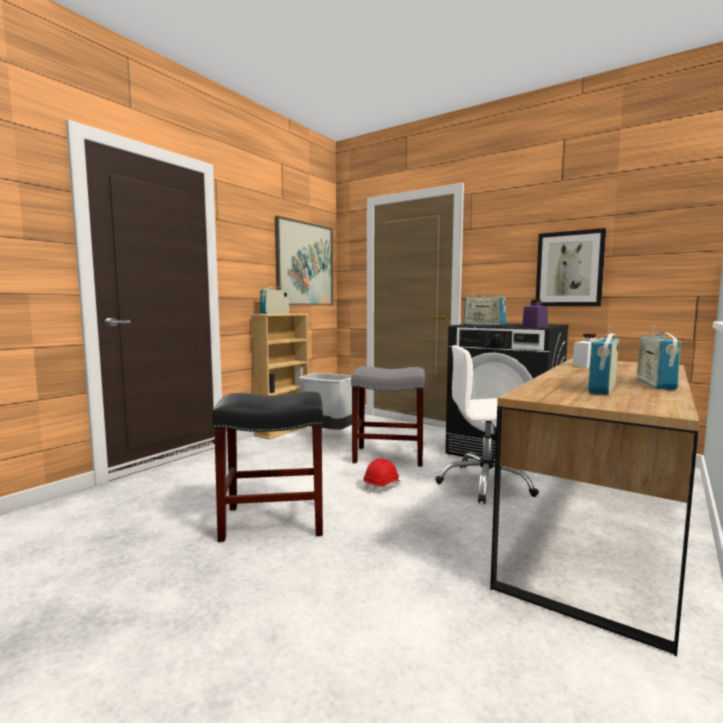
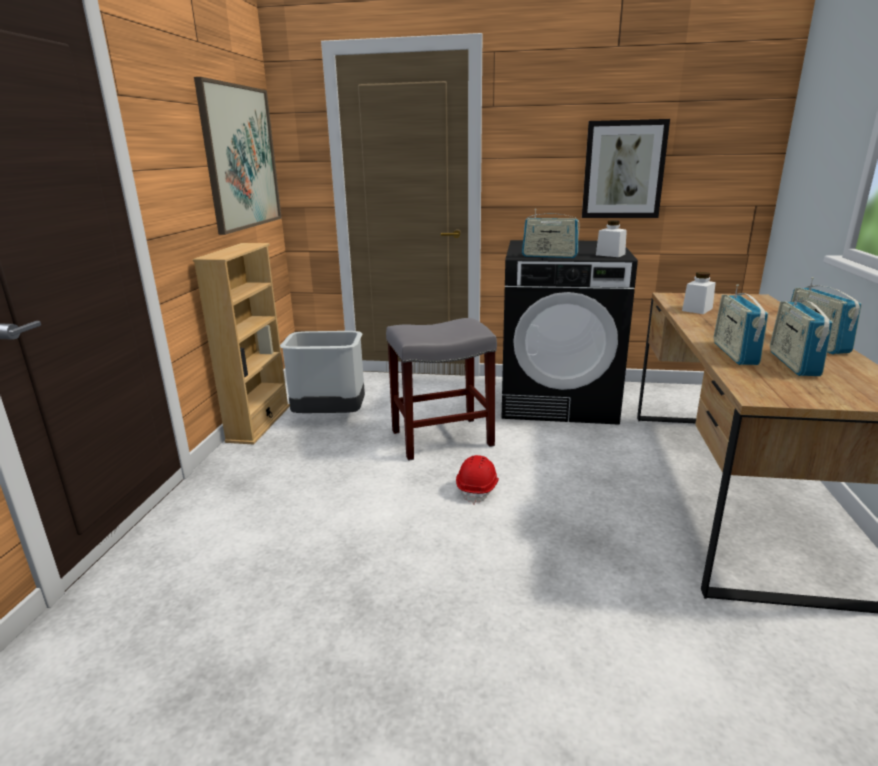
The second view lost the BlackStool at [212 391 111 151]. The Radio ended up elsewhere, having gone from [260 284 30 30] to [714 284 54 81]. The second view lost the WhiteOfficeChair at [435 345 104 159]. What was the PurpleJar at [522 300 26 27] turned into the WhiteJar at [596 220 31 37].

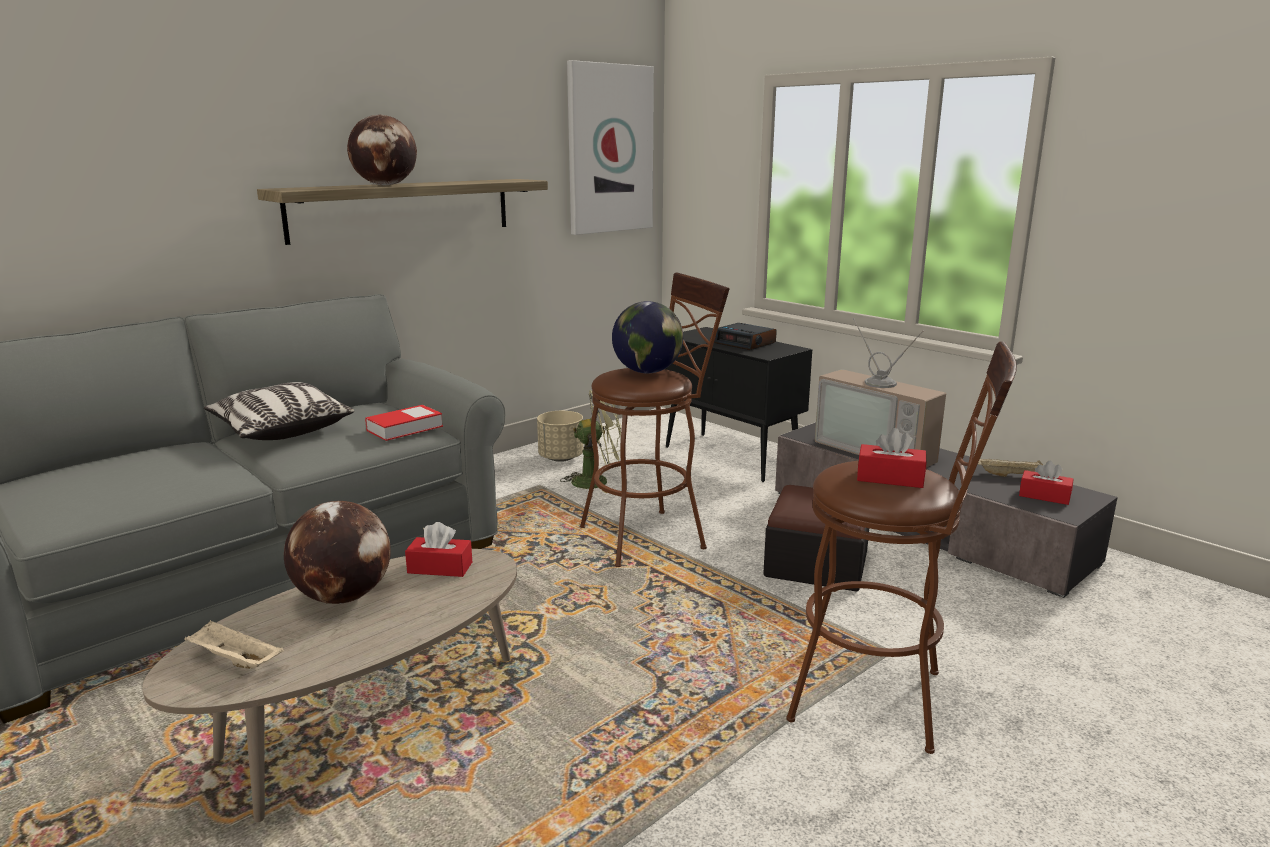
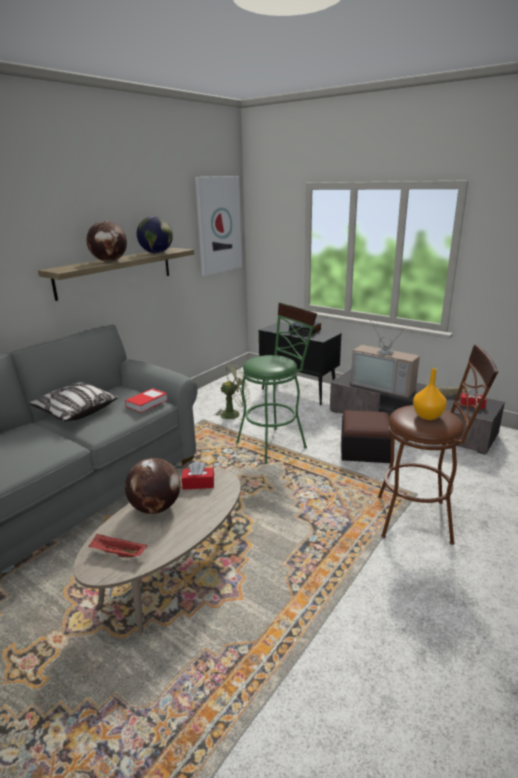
What was the BeigeTray at [185 620 99 49] turned into the RedTray at [88 534 59 24]. The second view lost the BeigePlanter at [537 411 46 51]. What was the BrownStool at [580 272 150 295] turned into the GreenStool at [236 302 81 162]. The Globe ended up elsewhere, having gone from [612 301 71 73] to [137 216 36 37]. Where the RedTissueBox stood at [857 428 69 60], the OrangeVase came to stand at [413 368 34 52].

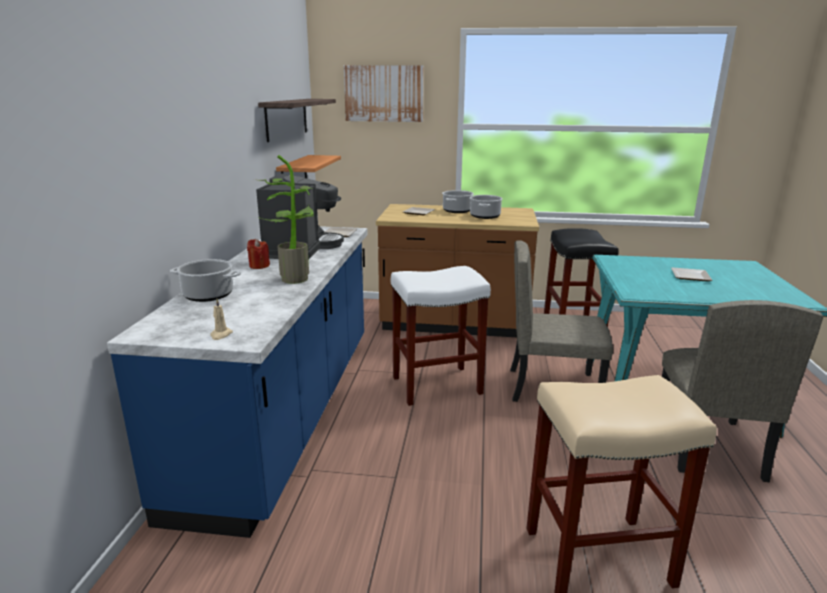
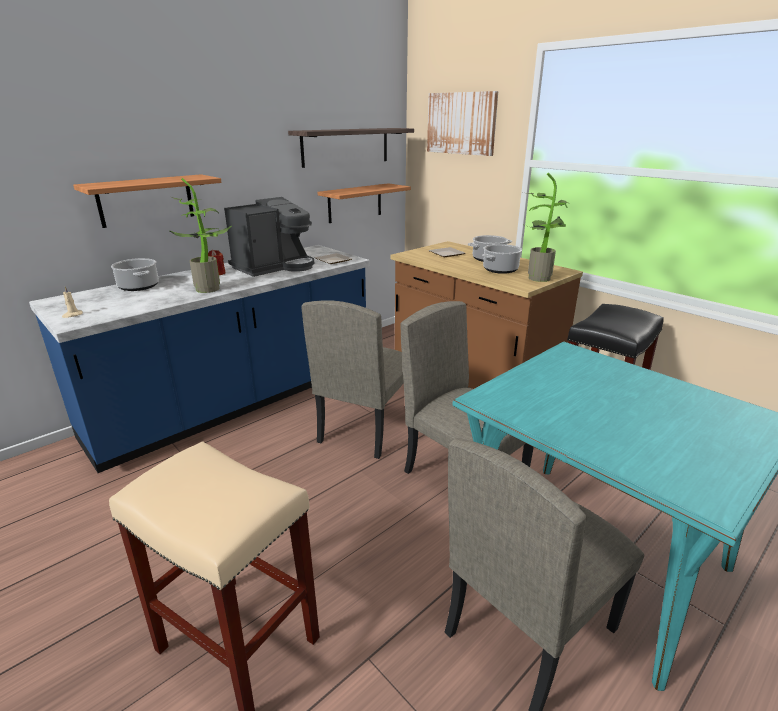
Where the WhiteStool stood at [391 266 100 140], the BeigeChair came to stand at [301 300 103 159]. The second view lost the Plate at [671 267 41 14]. The second view gained the Shelf at [73 174 149 54]. The second view gained the PottedPlant at [525 173 43 109].

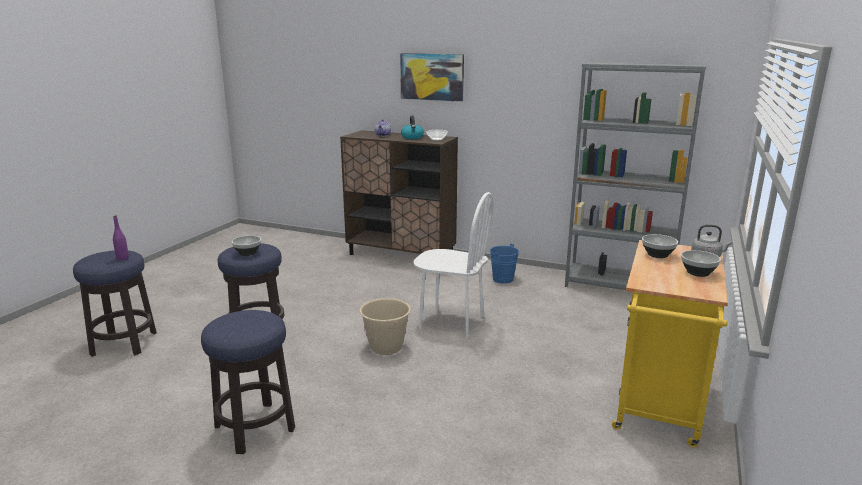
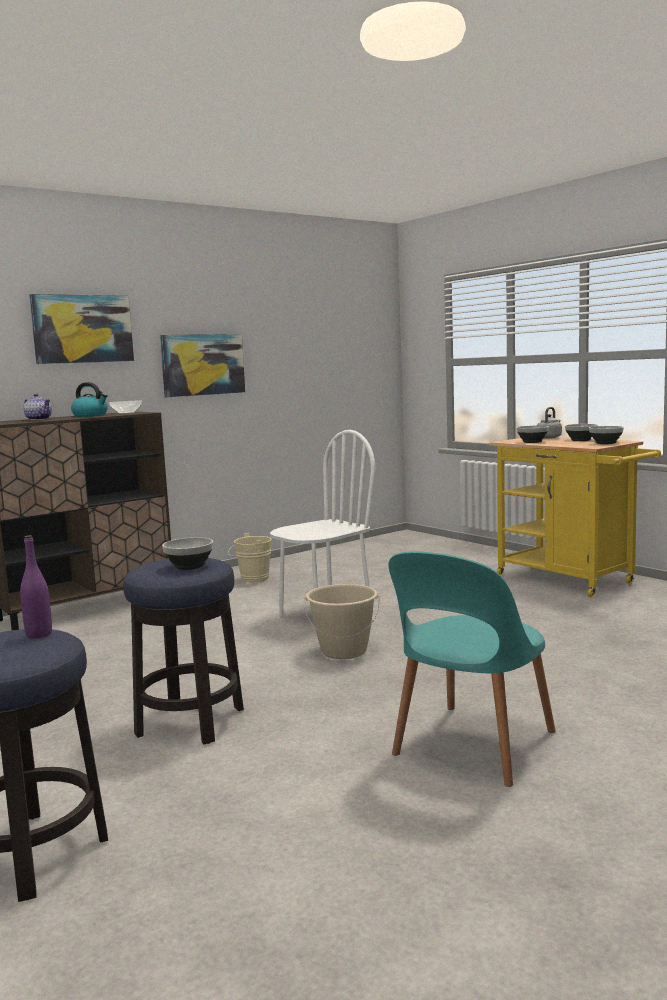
Where the Stool stood at [201 310 94 144], the TurquoiseChair came to stand at [389 552 167 235]. What was the BlueBucket at [486 243 33 41] turned into the BeigeBucket at [228 533 44 51]. The second view lost the GreyBookcase at [565 61 141 229]. The second view gained the Picture at [160 334 85 63]. The second view gained the Bowl at [589 426 35 18].

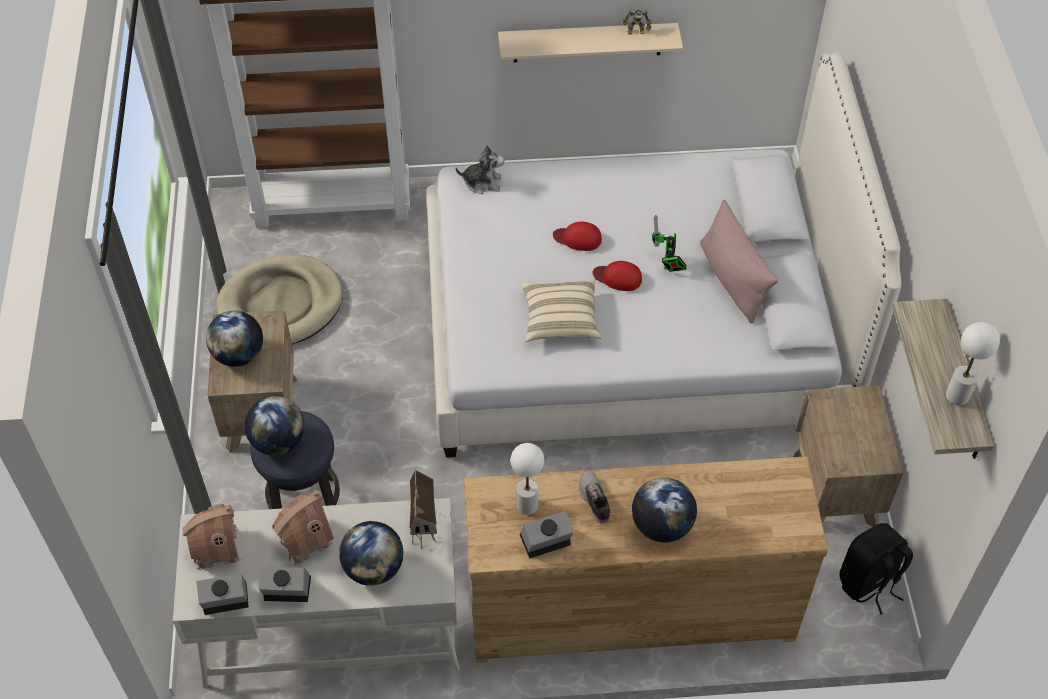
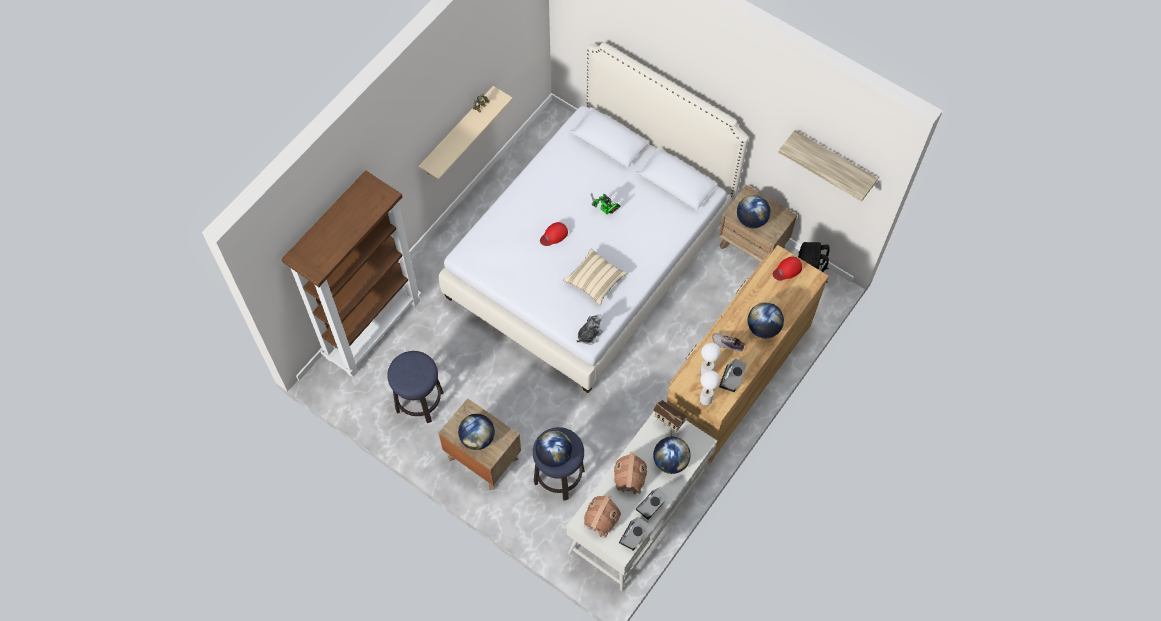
Where the BeigeDogBed stood at [217 254 126 91], the Stool came to stand at [387 351 57 72]. The PlushToy ended up elsewhere, having gone from [456 145 48 49] to [577 314 26 31]. The RedCap ended up elsewhere, having gone from [593 261 49 30] to [773 256 29 25]. The second view lost the PinkPillow at [700 200 78 123]. The WhiteTableLamp ended up elsewhere, having gone from [946 322 54 84] to [700 370 20 36]. The second view gained the Globe at [737 195 33 33].

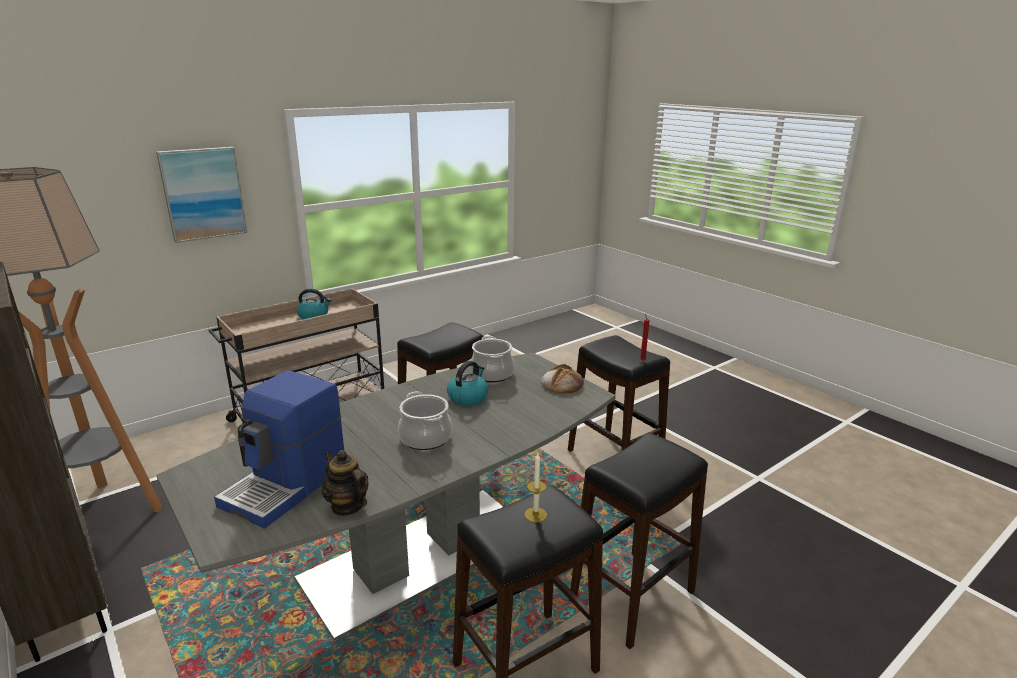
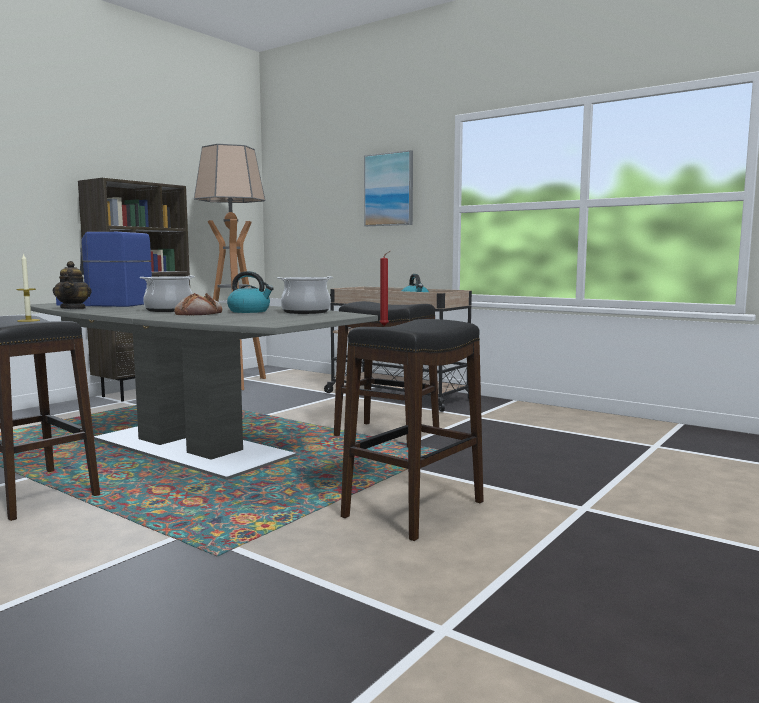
The Teapot at [322 450 47 66] ended up facing another way, 135 degrees clockwise from before. The Bread ended up elsewhere, having gone from [541 364 43 30] to [174 293 48 22]. The second view lost the BlackStool at [569 433 139 216].

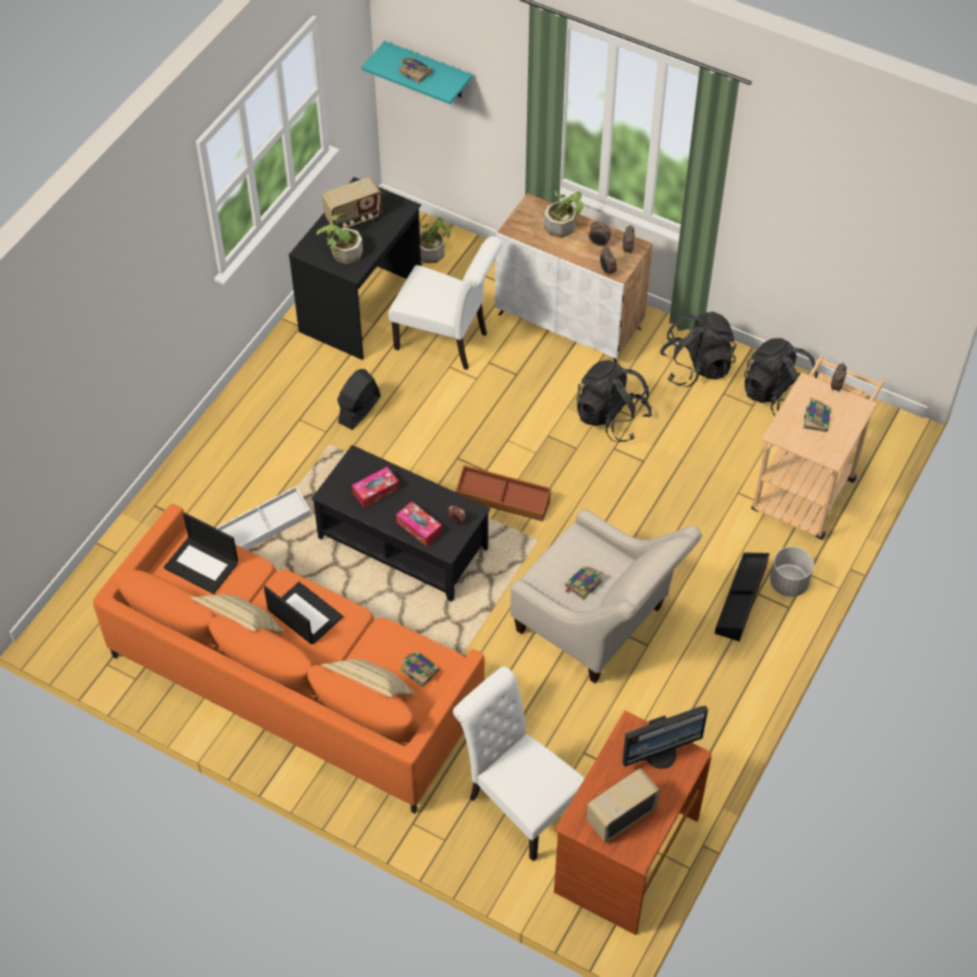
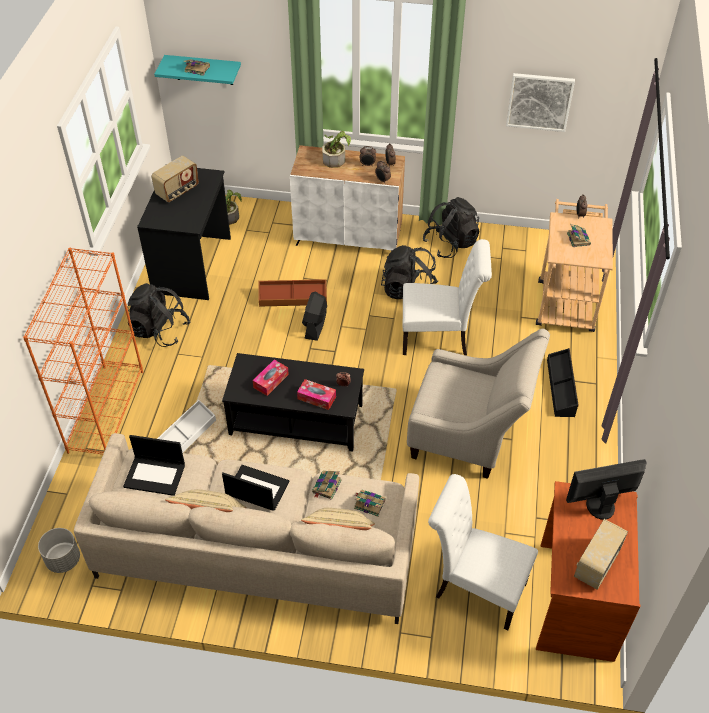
What was the OrangeSofa at [93 504 392 310] turned into the BeigeSofa at [74 433 345 191]. The second view lost the PottedPlant at [316 214 47 50]. The BlackFan ended up elsewhere, having gone from [337 369 44 61] to [302 292 25 49]. The WhiteChair ended up elsewhere, having gone from [388 236 115 134] to [403 239 89 116]. The BrownStorageBox ended up elsewhere, having gone from [456 465 95 56] to [259 279 68 28]. The Book ended up elsewhere, having gone from [565 566 37 34] to [312 471 30 29]. The Monitor at [623 706 85 63] ended up facing another way, 150 degrees counterclockwise from before. The BlackBackpack ended up elsewhere, having gone from [744 338 74 78] to [127 283 63 64]. The GreyPlanter ended up elsewhere, having gone from [770 547 44 50] to [38 528 42 45]. The second view gained the OrangeBookcase at [23 248 120 206]. The second view gained the Picture at [506 73 69 59].

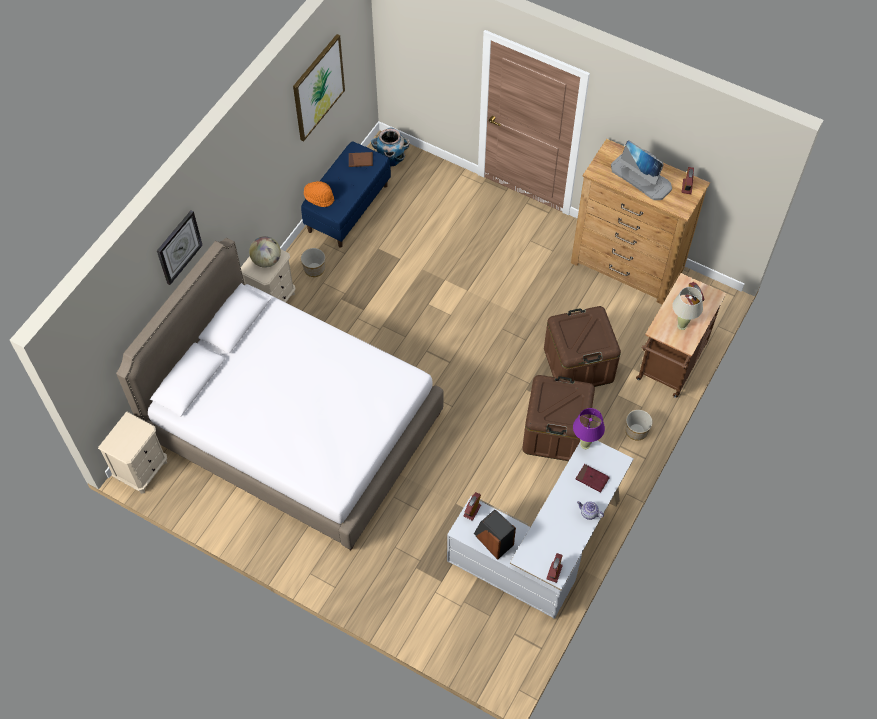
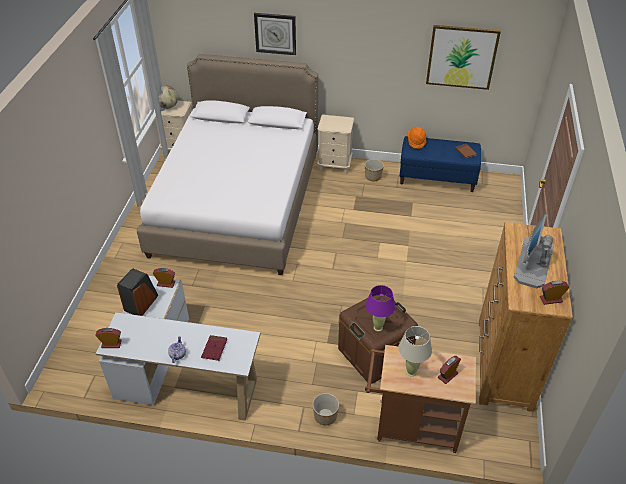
The Globe ended up elsewhere, having gone from [249 236 32 32] to [158 85 20 24]. The second view lost the Planter at [371 128 39 38]. The second view lost the BrownStorageBox at [522 375 73 86]. The PurpleTableLamp ended up elsewhere, having gone from [573 408 32 41] to [366 285 29 46].

